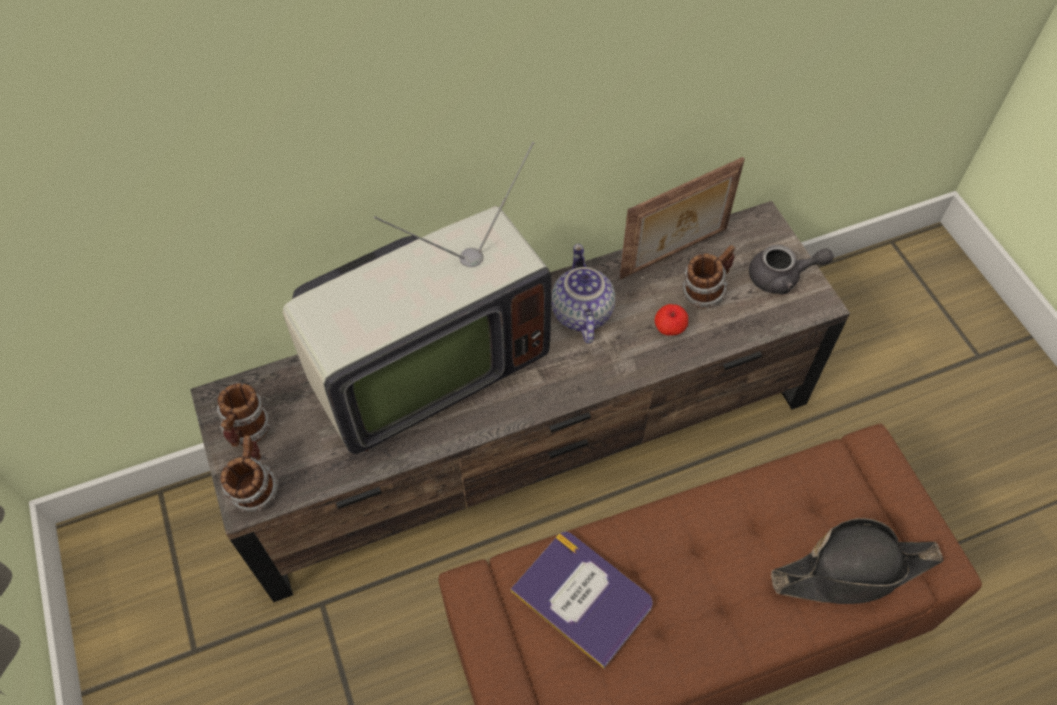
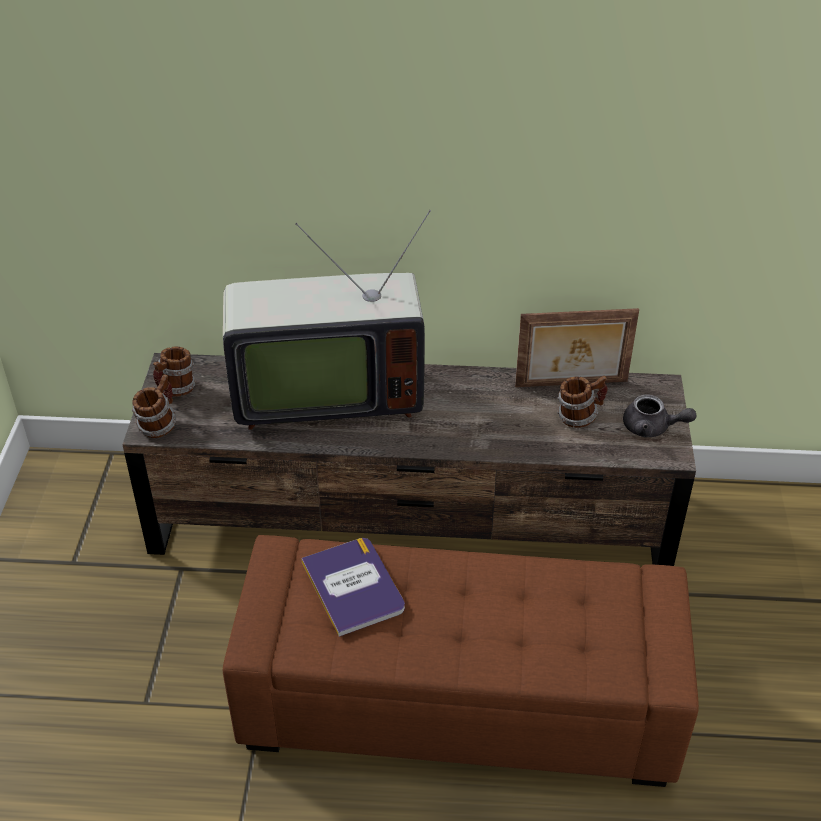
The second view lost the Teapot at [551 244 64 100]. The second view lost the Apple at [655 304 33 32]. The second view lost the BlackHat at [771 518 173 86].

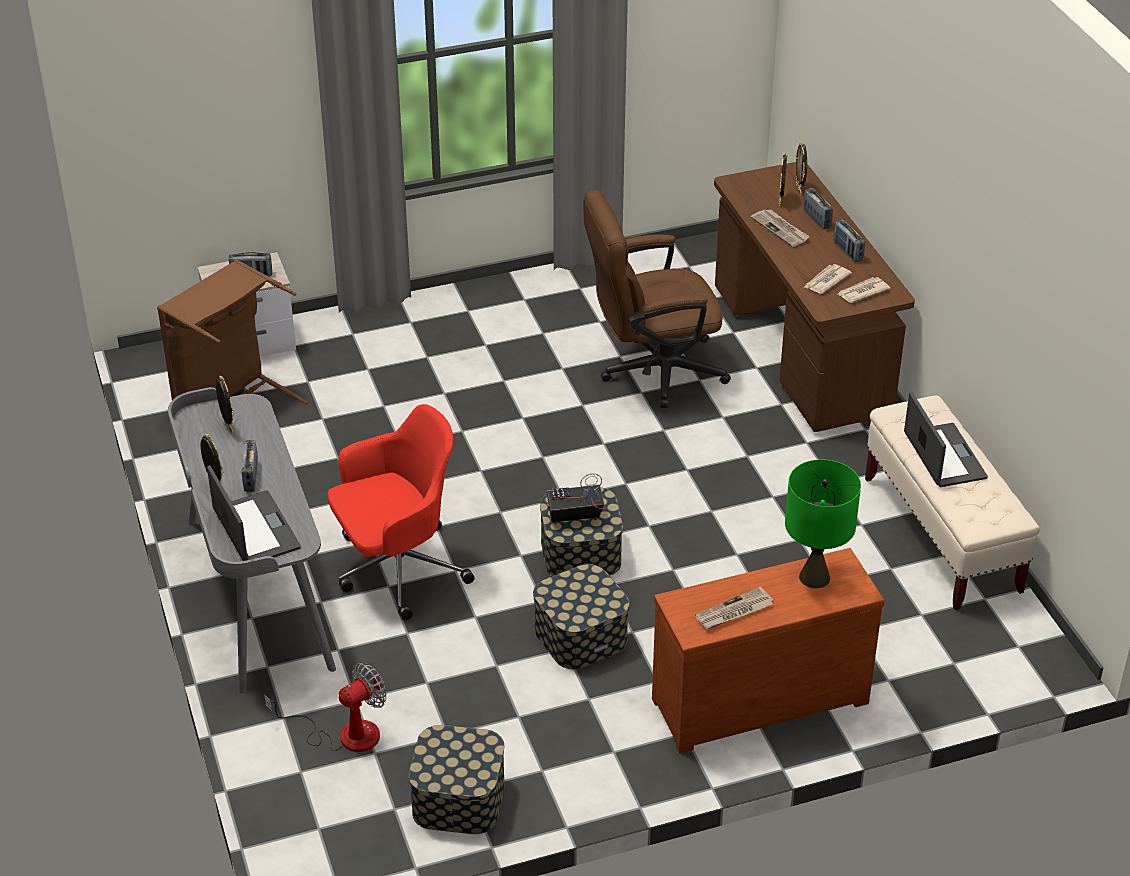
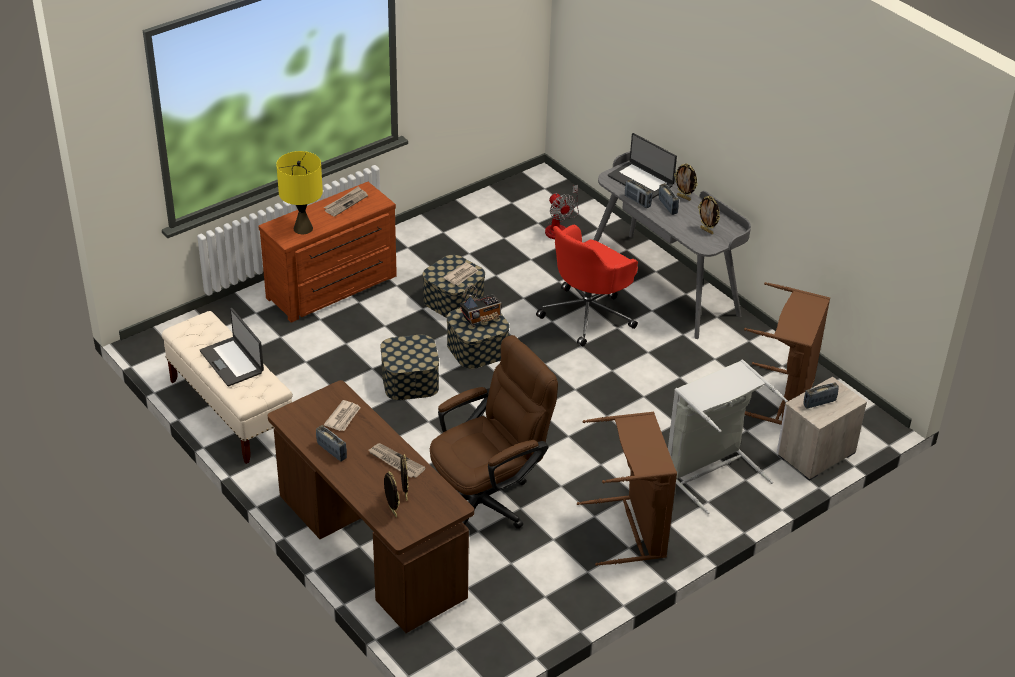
The Fan at [264 662 123 90] ended up facing another way, 60 degrees counterclockwise from before. The StorageBox ended up elsewhere, having gone from [409 725 96 109] to [380 335 59 65]. What was the GreenTableLamp at [785 459 76 129] turned into the YellowTableLamp at [276 151 47 83]. The Radio ended up elsewhere, having gone from [803 188 30 41] to [625 179 27 29]. The Newspaper ended up elsewhere, having gone from [838 277 53 26] to [443 262 35 23]. The second view gained the BrownLaundryBasket at [577 412 100 154]. The second view gained the GreyLaundryBasket at [668 359 120 155].

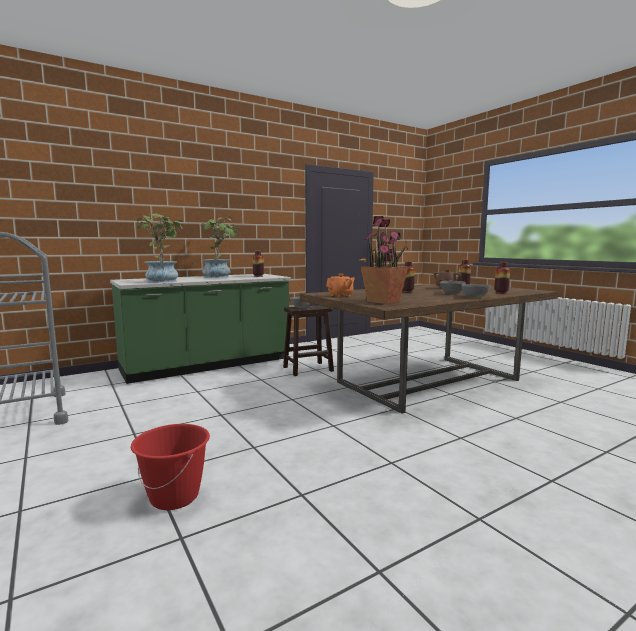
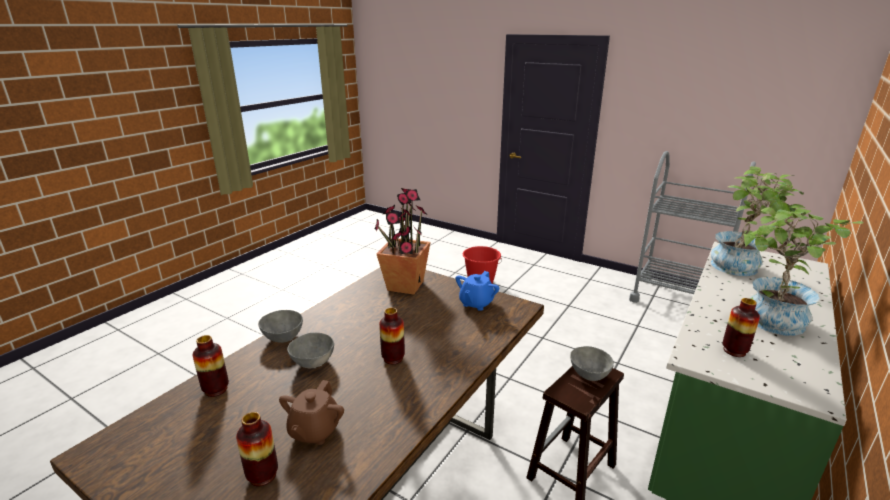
What was the OrangeTeapot at [326 274 29 23] turned into the BlueTeapot at [456 271 43 40].

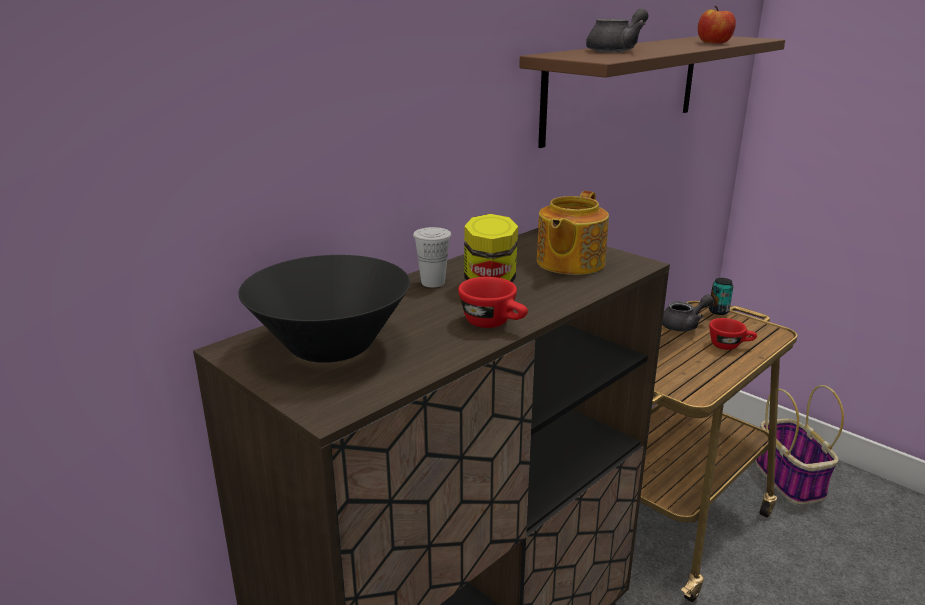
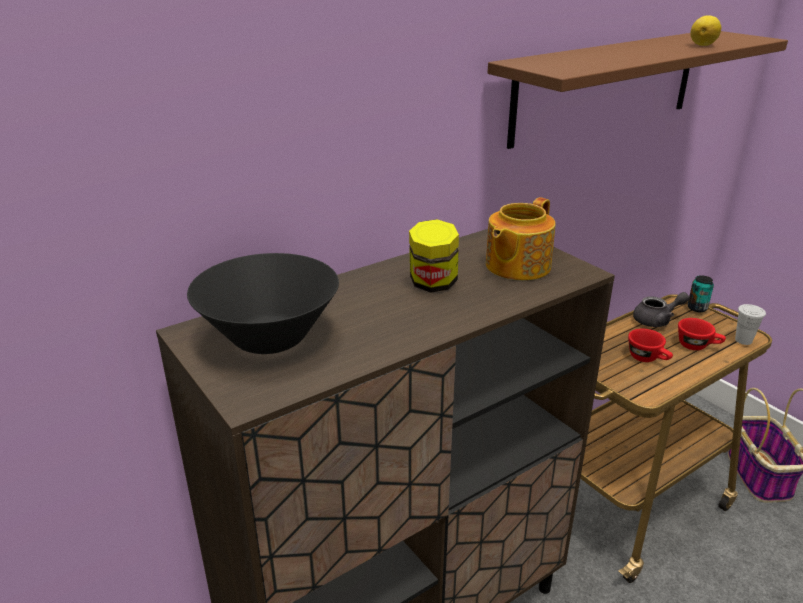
The WhiteCup ended up elsewhere, having gone from [413 227 38 60] to [735 304 31 41]. The RedCup ended up elsewhere, having gone from [458 277 70 51] to [628 329 45 33]. The second view lost the GreyTeapot at [586 8 63 44]. Where the Apple stood at [698 6 38 37], the Lemon came to stand at [690 15 31 31].

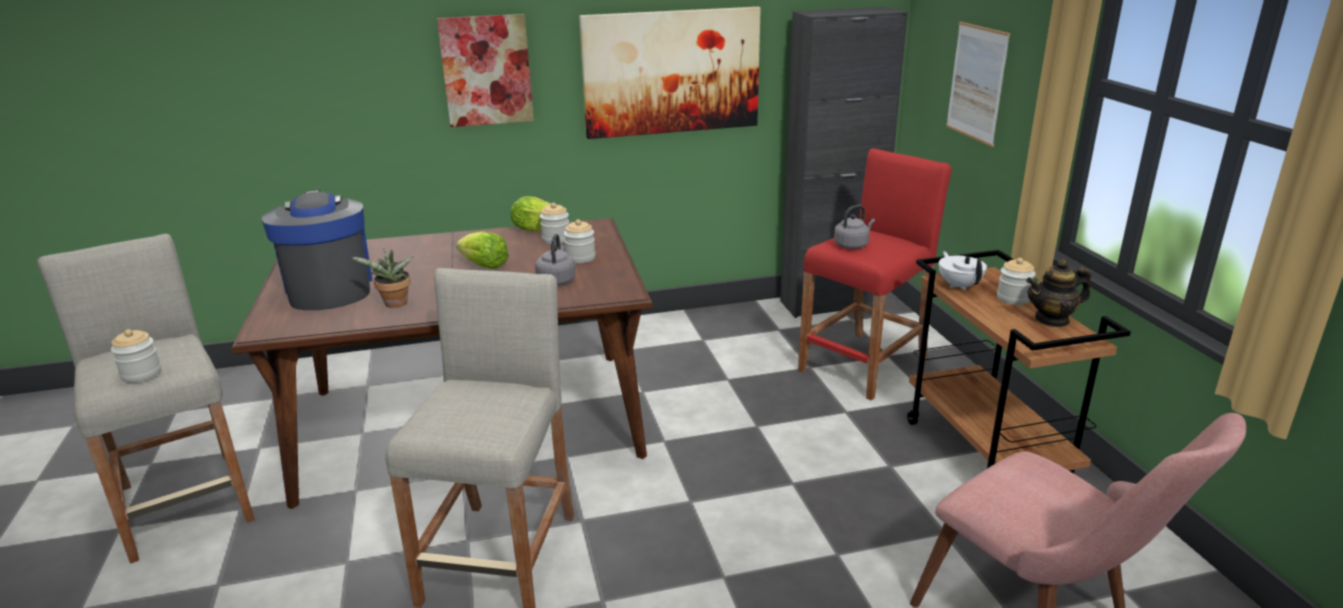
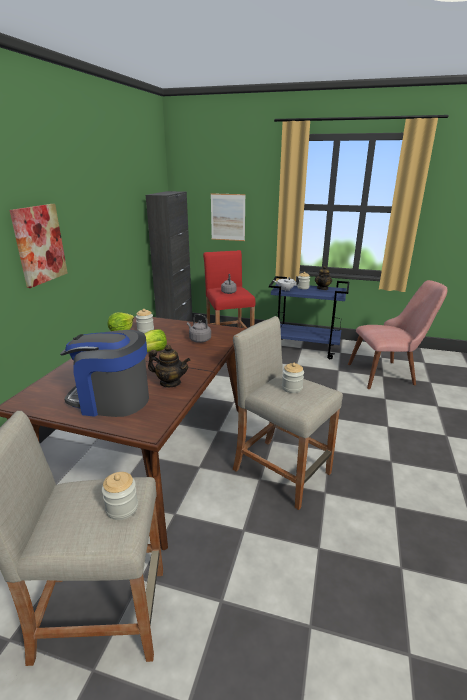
Where the PottedPlant stood at [351 248 63 60], the Teapot came to stand at [148 345 42 42]. The Jar ended up elsewhere, having gone from [564 219 31 44] to [282 363 22 30]. The second view lost the Picture at [579 7 182 132]. What was the BrownCart at [907 250 224 225] turned into the BlueCart at [269 276 80 83].

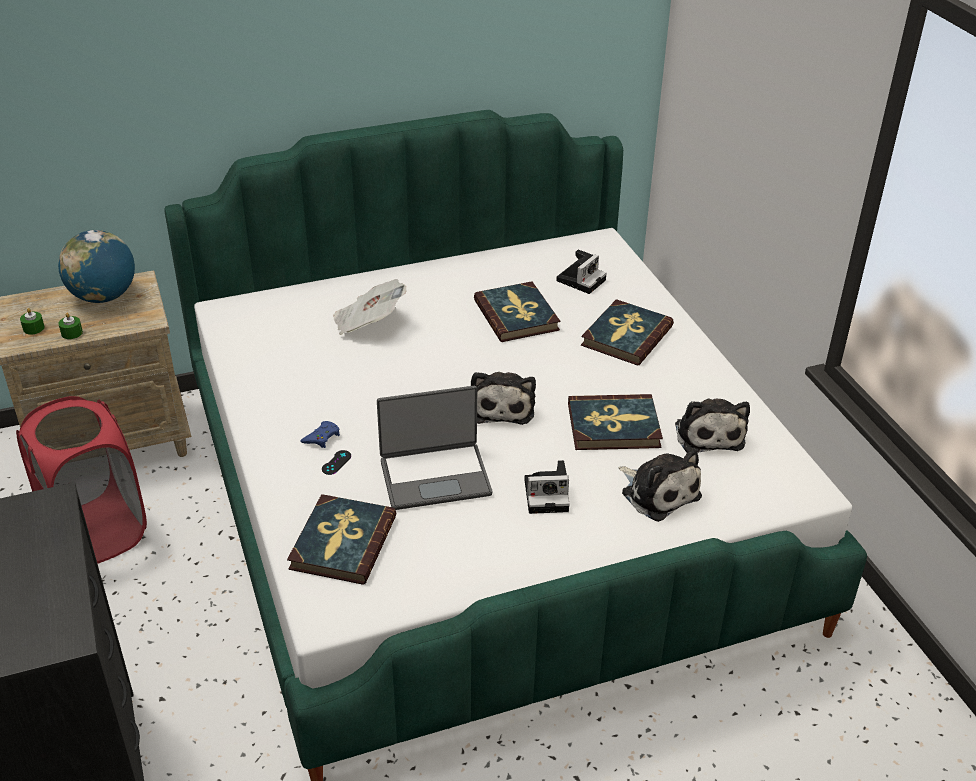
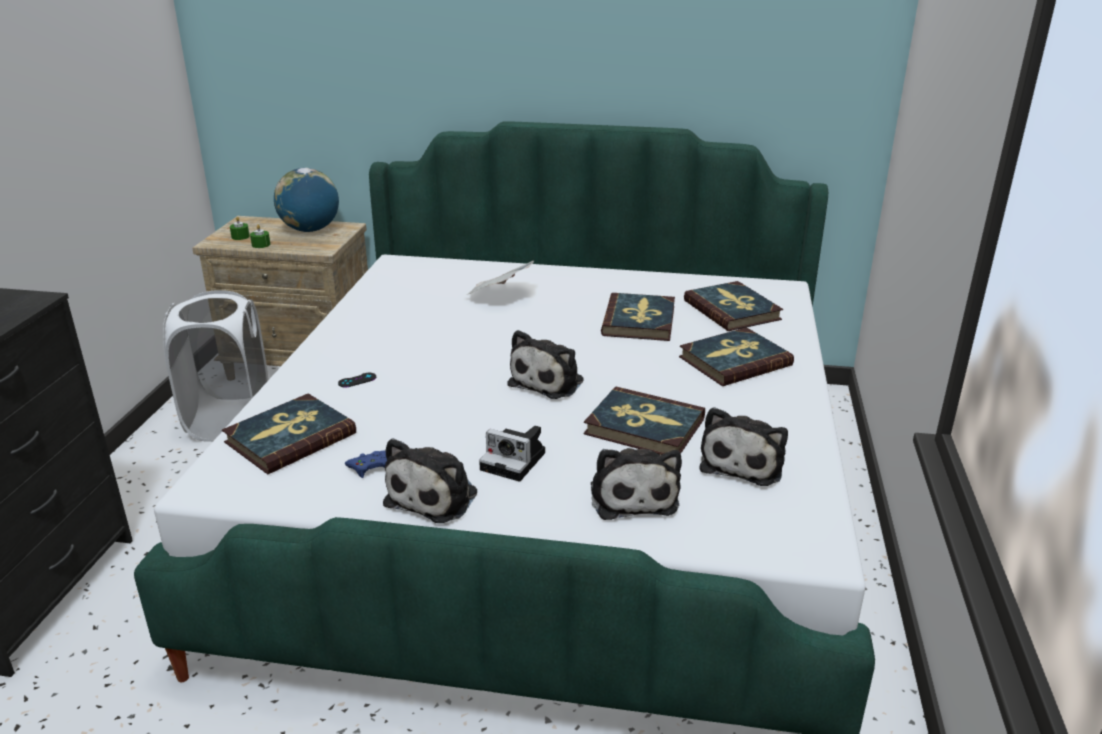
What was the RedLaundryBasket at [16 396 131 168] turned into the WhiteLaundryBasket at [163 290 106 152]. The BlueGameController ended up elsewhere, having gone from [300 421 40 27] to [345 450 42 28]. The second view lost the Laptop at [377 386 116 124]. Where the PhotoCamera stood at [556 250 51 44], the Book came to stand at [684 281 99 50]. The second view gained the PlushToy at [383 438 94 85].

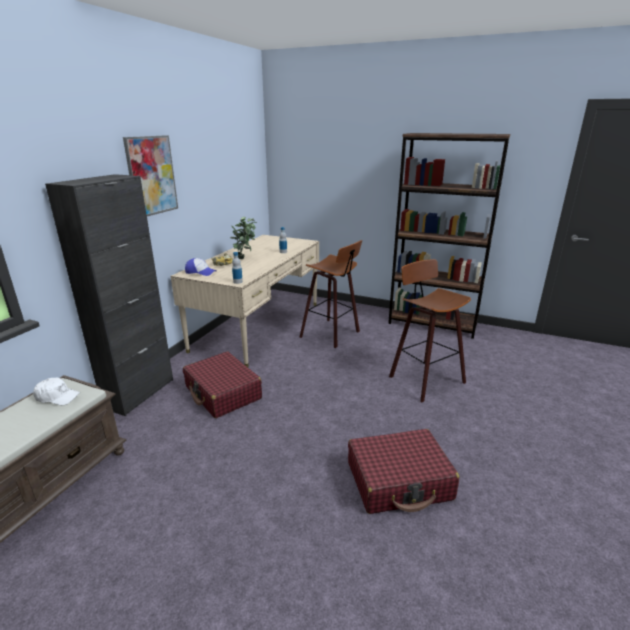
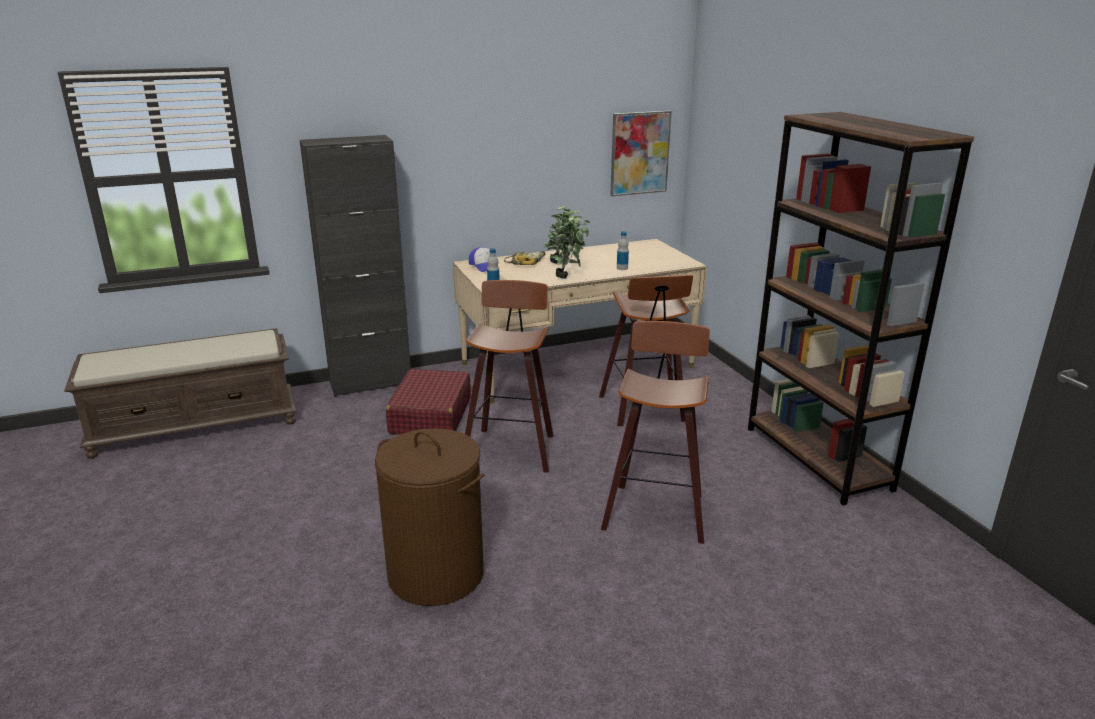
The second view lost the WhiteCap at [33 378 47 27]. The Picture ended up elsewhere, having gone from [123 135 55 81] to [610 111 62 85]. Where the RedSuitcase stood at [348 429 111 85], the BrownLaundryBasket came to stand at [375 428 110 178]. The second view gained the Stool at [465 280 88 193]. The second view gained the PottedPlant at [548 217 42 62].

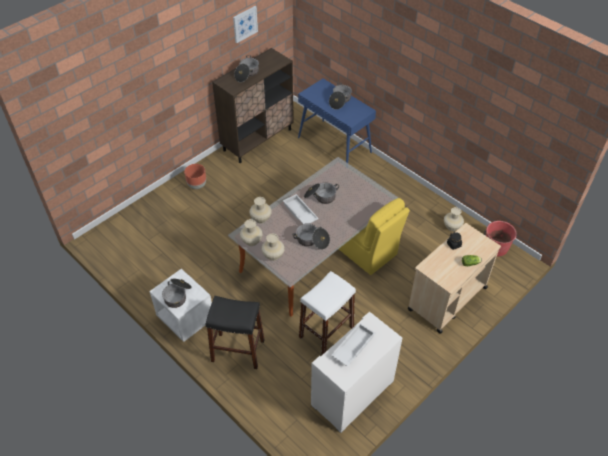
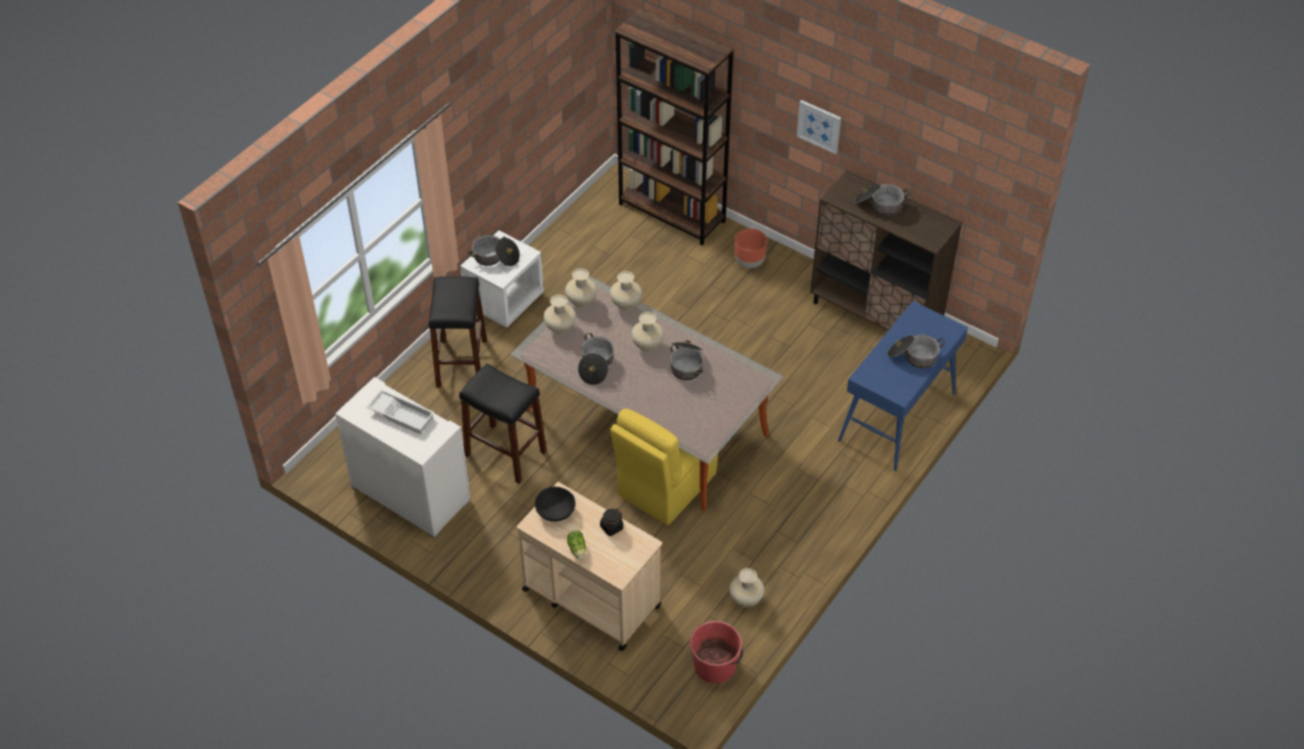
The Picture ended up elsewhere, having gone from [233 6 25 37] to [797 100 44 54]. Where the WhiteTray stood at [283 194 36 30], the BeigeVase came to stand at [631 312 33 40]. What was the WhiteStool at [299 271 57 84] turned into the BlackStool at [459 363 88 121]. The second view gained the BlackBowl at [535 487 41 35]. The second view gained the BrownBookcase at [615 7 119 239].

